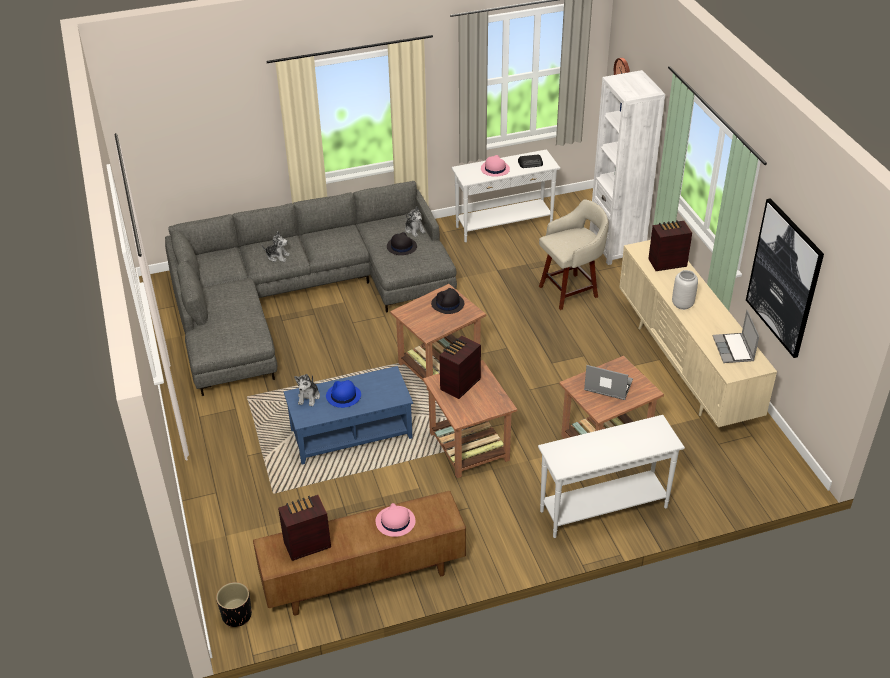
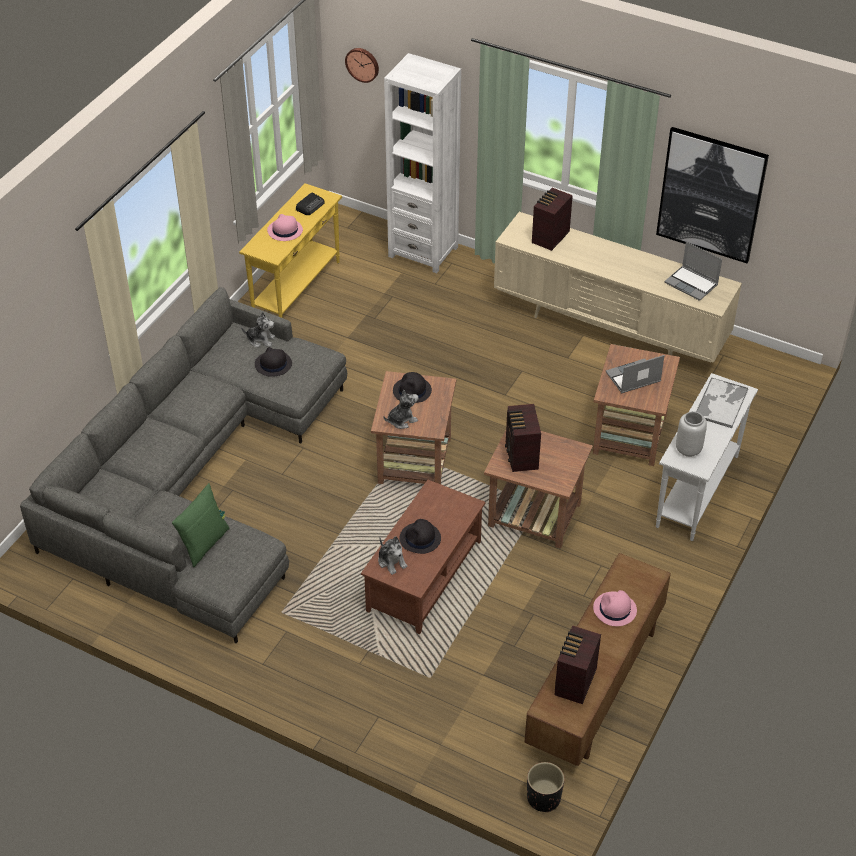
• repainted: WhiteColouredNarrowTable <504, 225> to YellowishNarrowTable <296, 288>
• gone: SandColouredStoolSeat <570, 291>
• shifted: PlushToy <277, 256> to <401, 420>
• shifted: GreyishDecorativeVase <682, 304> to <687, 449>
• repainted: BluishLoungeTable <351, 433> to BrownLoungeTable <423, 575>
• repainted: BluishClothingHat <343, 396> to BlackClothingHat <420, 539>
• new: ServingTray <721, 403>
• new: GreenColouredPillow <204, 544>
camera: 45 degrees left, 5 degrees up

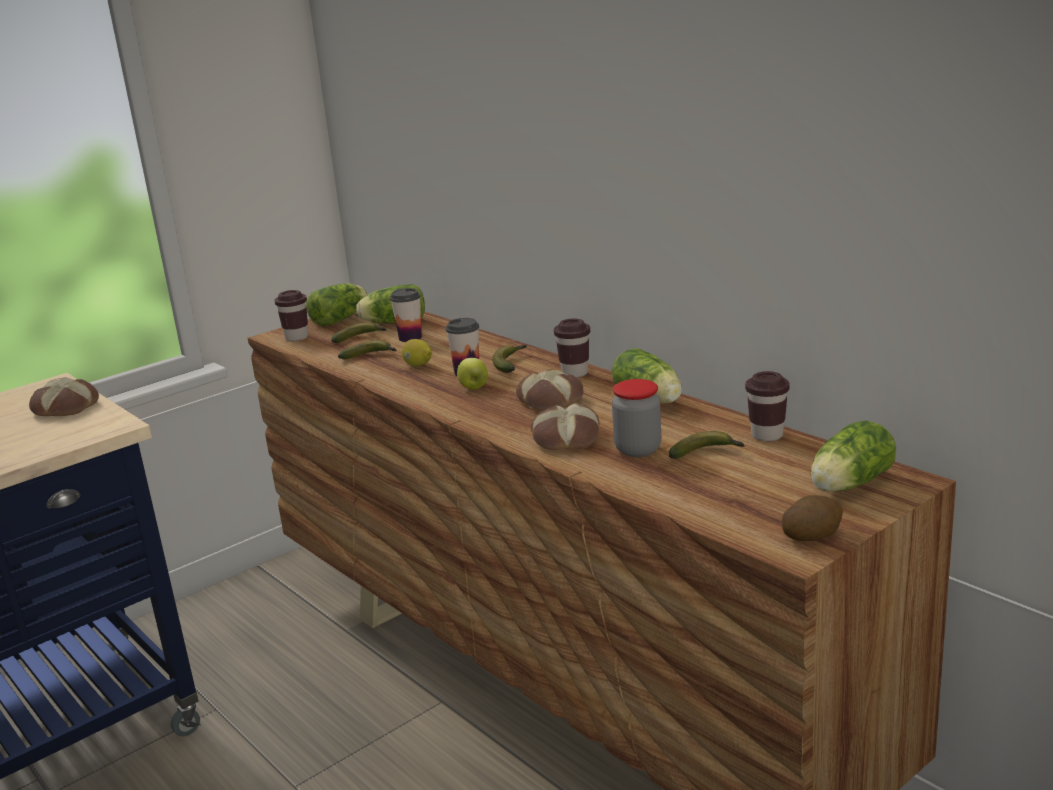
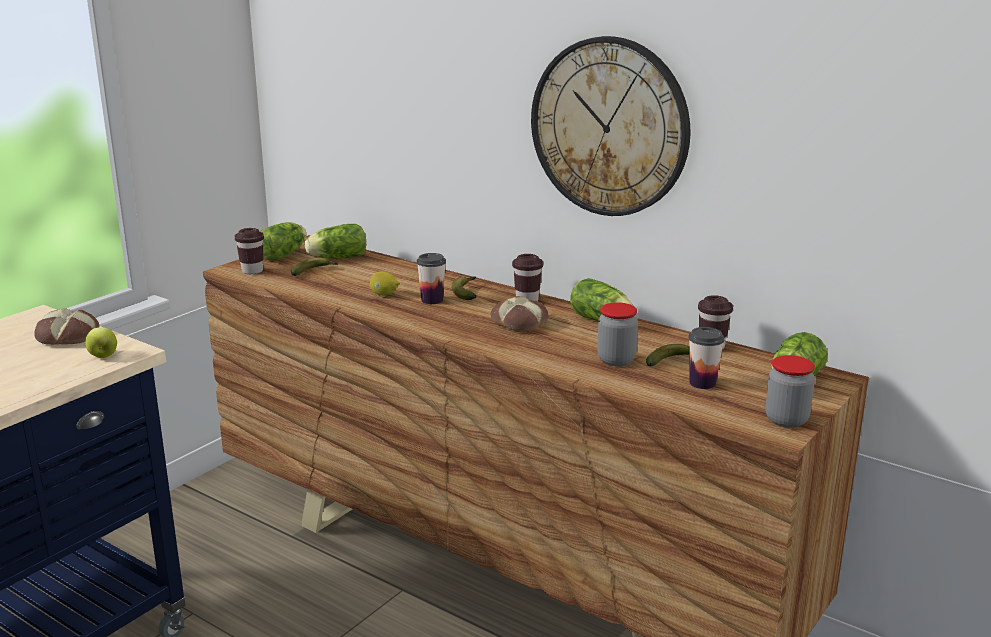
• shifted: DrinkingCup <410, 338> to <702, 383>
• gone: BananaFruit <370, 356>
• shifted: WholeApple <473, 388> to <103, 356>
• gone: BakeryBread <565, 438>
• swapped: Spud <812, 535> to PreserveJar <786, 420>
• new: WallClock <609, 127>
camera: 15 degrees left, 0 degrees up

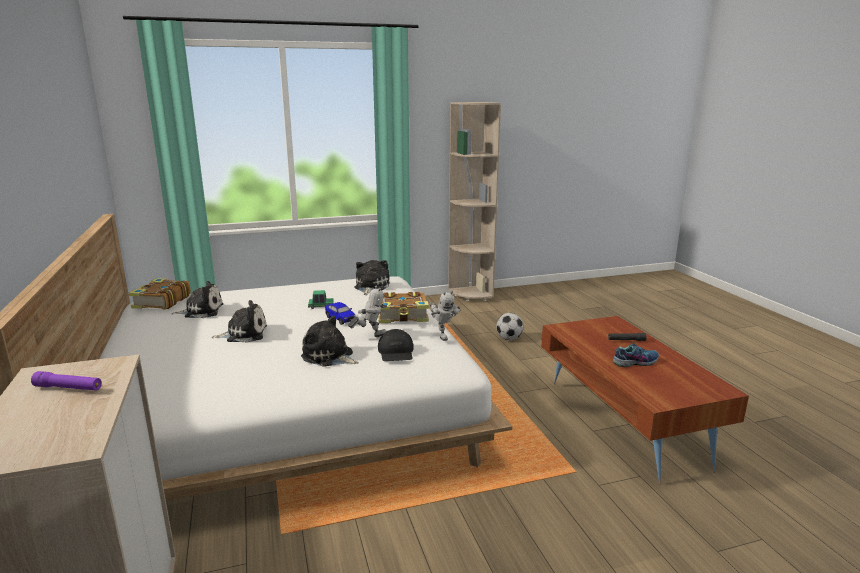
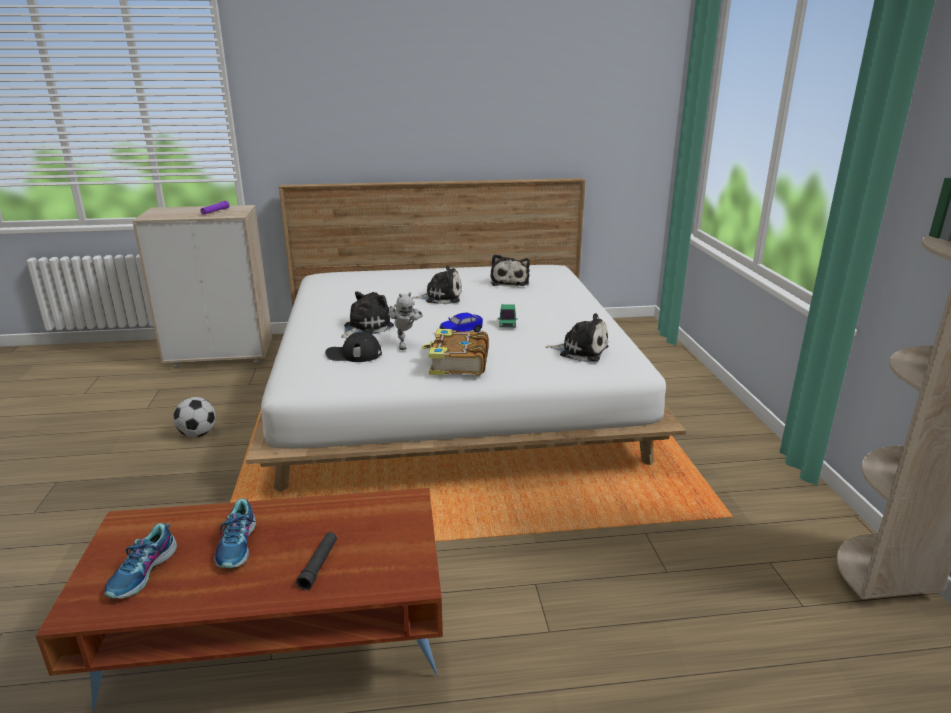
• gone: Volume <161, 302>
• gone: RobotFigure <443, 335>
• rotated: PlushToy <244, 334> = <441, 297> 90 degrees counterclockwise
• shifted: FootballBall <509, 338> to <198, 434>
• new: Shoe <143, 572>
camera: 100 degrees right, 5 degrees up

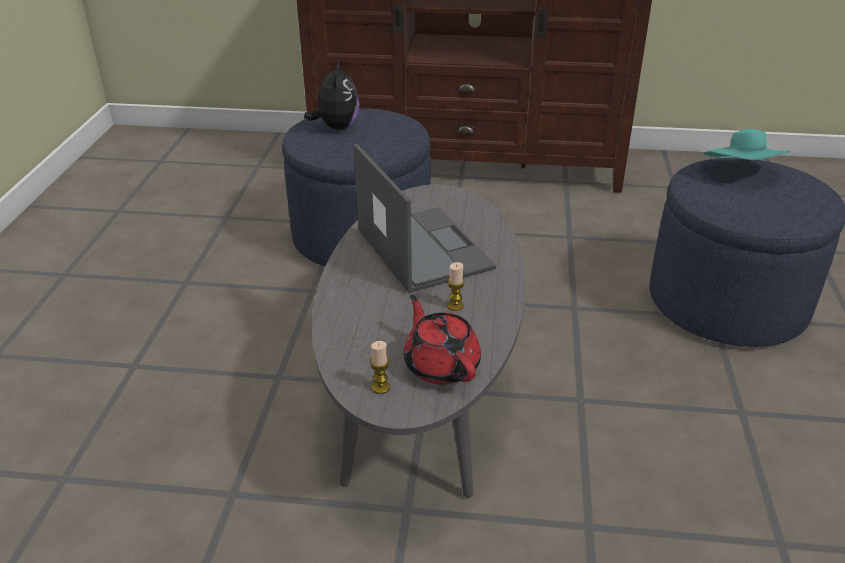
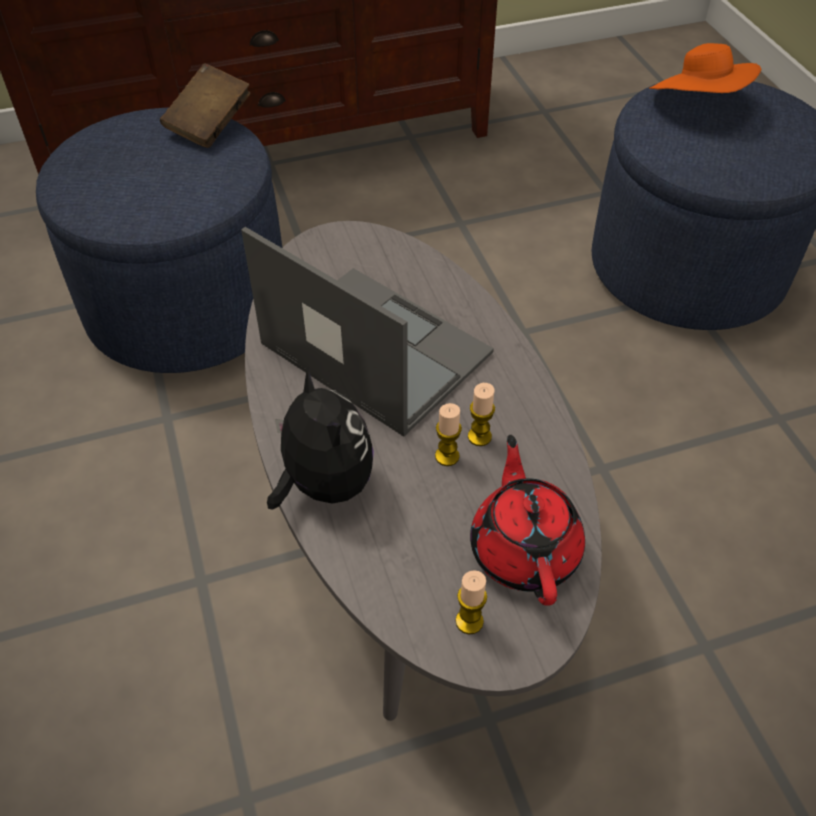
• shifted: PlushToy <336, 127> to <323, 484>
• repainted: TurquoiseClothingHat <742, 173> to OrangeyClothingHat <698, 104>
• rotated: ReddishPotForTea <441, 365> = <524, 548> 45 degrees clockwise
• new: BrownVolume <209, 125>
• new: WaxCandle <447, 456>
camera: 25 degrees left, 15 degrees up

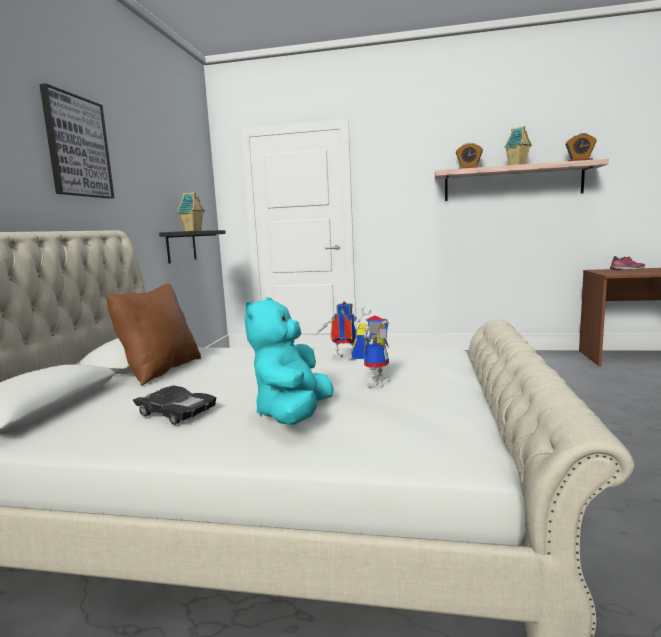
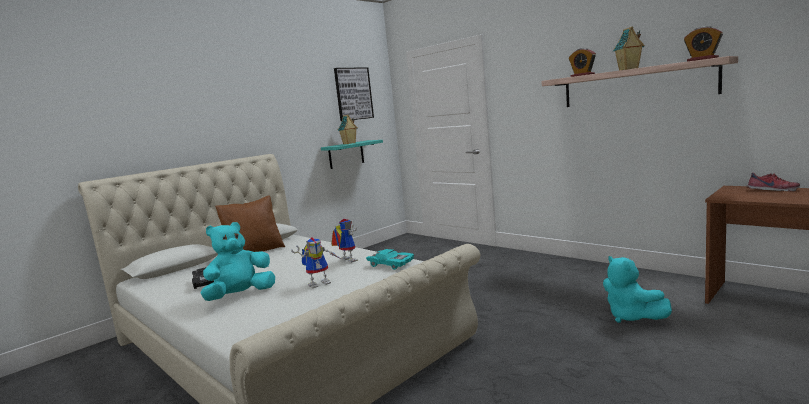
• shifted: WallArt <77, 147> to <353, 94>
• repainted: BlackBracketShelf <181, 246> to TurquoiseBracketShelf <346, 154>
• new: TurquoiseModelCar <390, 264>
• new: TurquoisePlushToy <631, 317>
camera: 35 degrees right, 0 degrees up

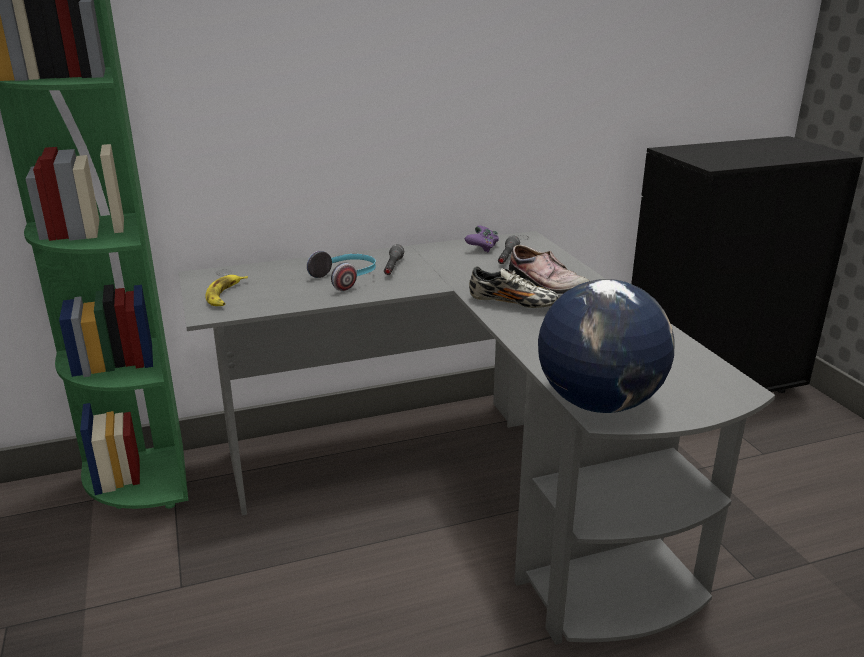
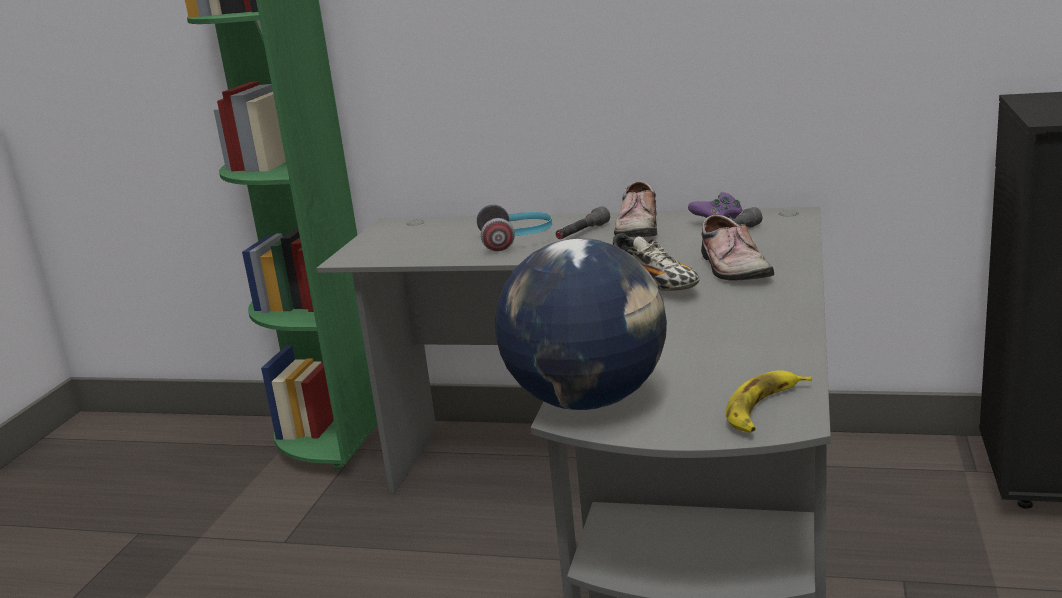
• shifted: BananaFruit <225, 295> to <764, 409>
• new: Shoe <636, 227>
camera: 35 degrees right, 5 degrees down

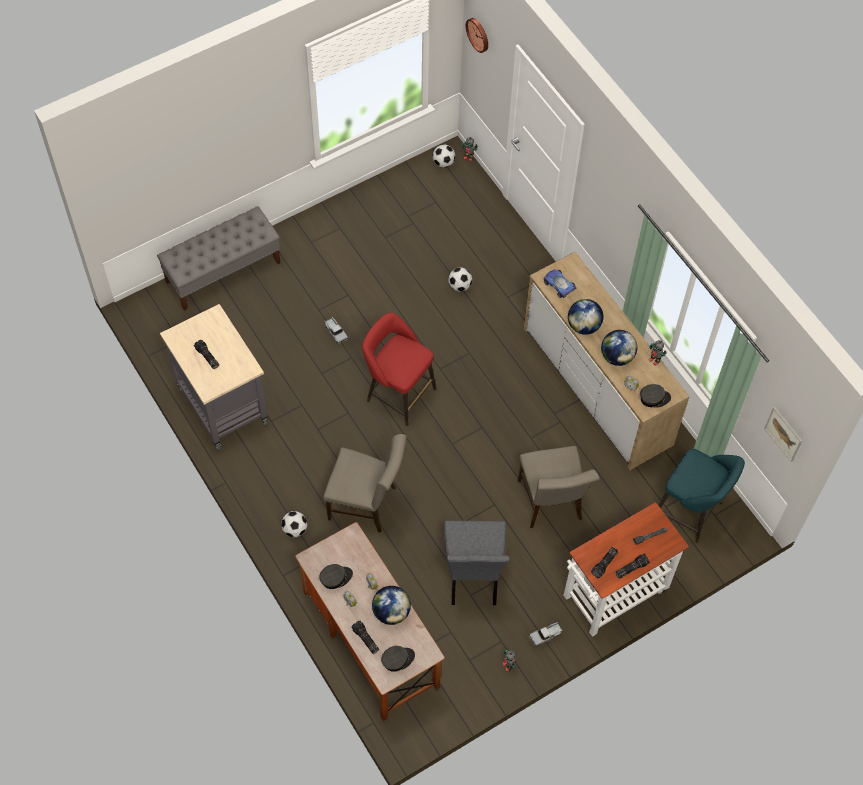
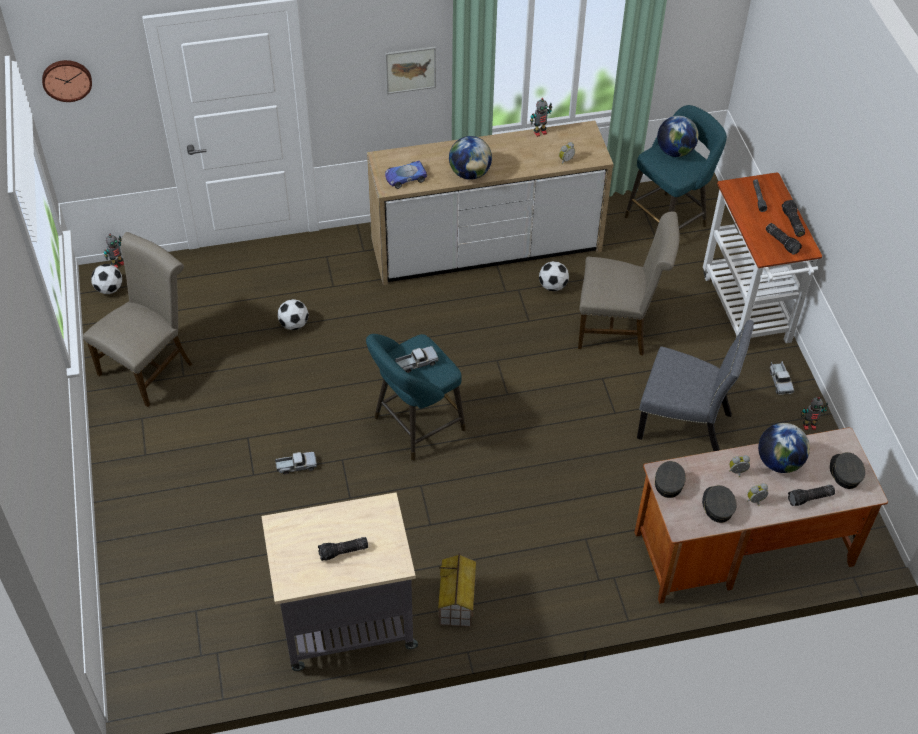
• gone: GreyishIndoorBench <223, 272>
• repainted: ReddishStoolSeat <398, 393> to TurquoiseStoolSeat <415, 426>
• shifted: WorldGlobe <617, 356> to <675, 151>
• shifted: GreyishBaseballCap <654, 398> to <668, 482>
• shifted: WallArt <784, 433> to <410, 69>
• shifted: SandColouredChair <367, 503> to <150, 366>
• shifted: FootballBall <295, 529> to <553, 286>
• new: ToyTruck <416, 363>
• new: MiniatureHouse <457, 602>
camera: 70 degrees left, 10 degrees down

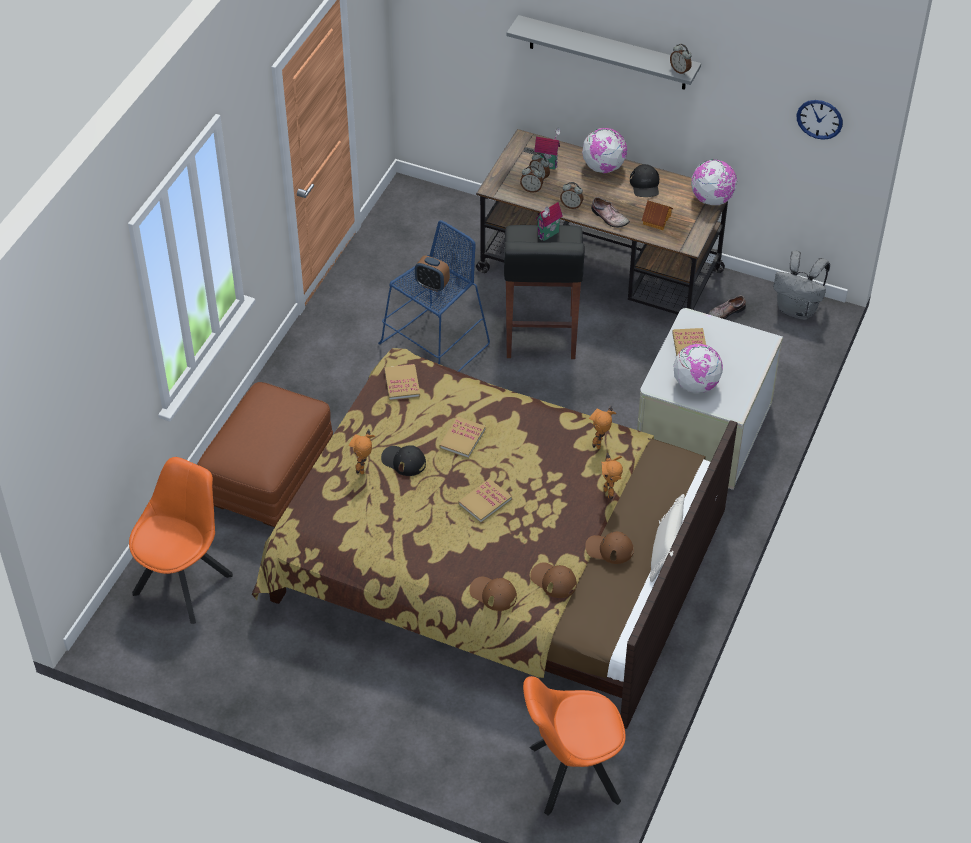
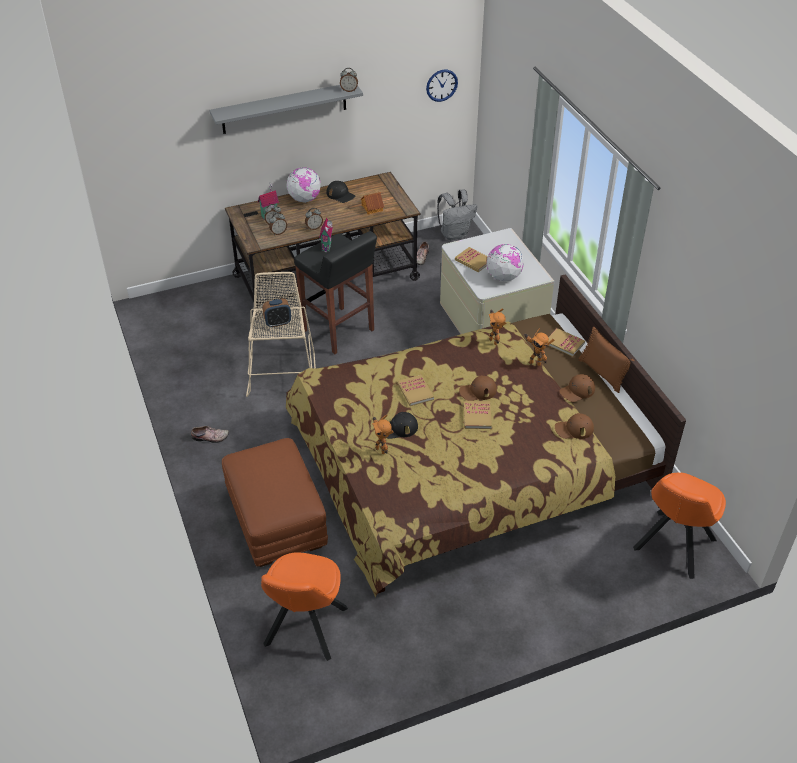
• gone: WorldGlobe <712, 199>
• shifted: Shoe <608, 218> to <210, 438>
• repainted: BluishStoolSeat <434, 346> to SandColouredStoolSeat <283, 376>
• shifted: Volume <402, 383> to <564, 343>
• rotated: OrangeyChair <184, 582> = <305, 628> 150 degrees counterclockwise
• repainted: WhiteColouredPillow <665, 553> to BrownPillow <603, 373>
• shifted: BrownBaseballCap <493, 594> to <478, 391>
camera: 45 degrees left, 5 degrees down

